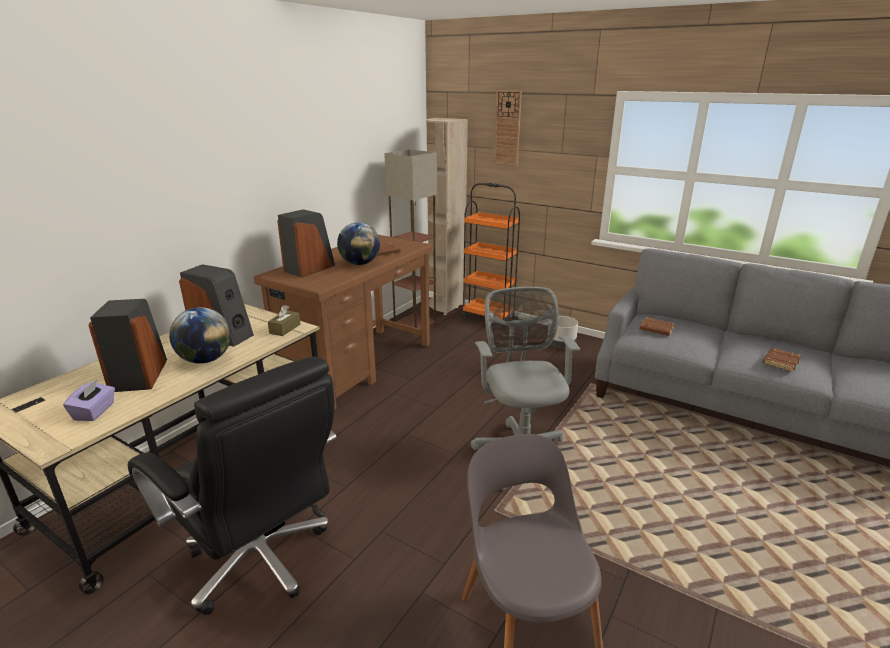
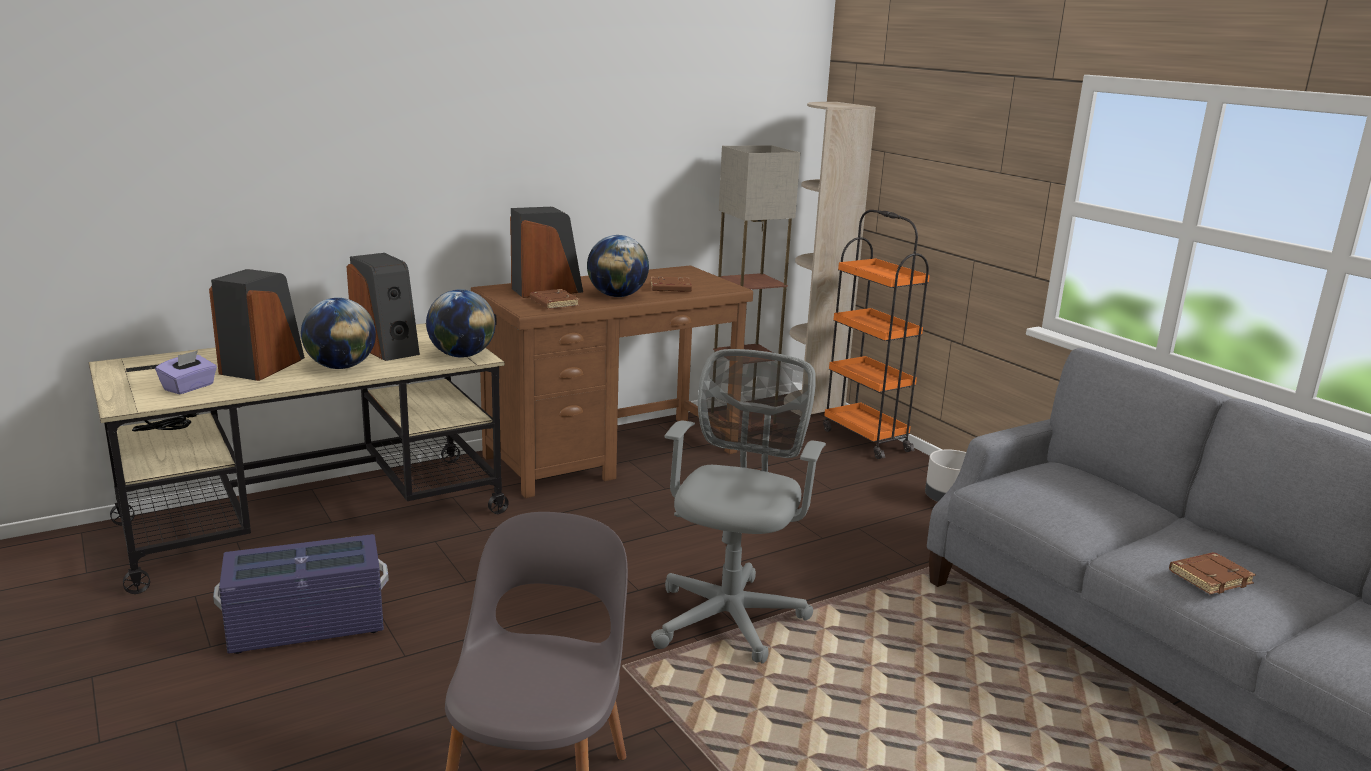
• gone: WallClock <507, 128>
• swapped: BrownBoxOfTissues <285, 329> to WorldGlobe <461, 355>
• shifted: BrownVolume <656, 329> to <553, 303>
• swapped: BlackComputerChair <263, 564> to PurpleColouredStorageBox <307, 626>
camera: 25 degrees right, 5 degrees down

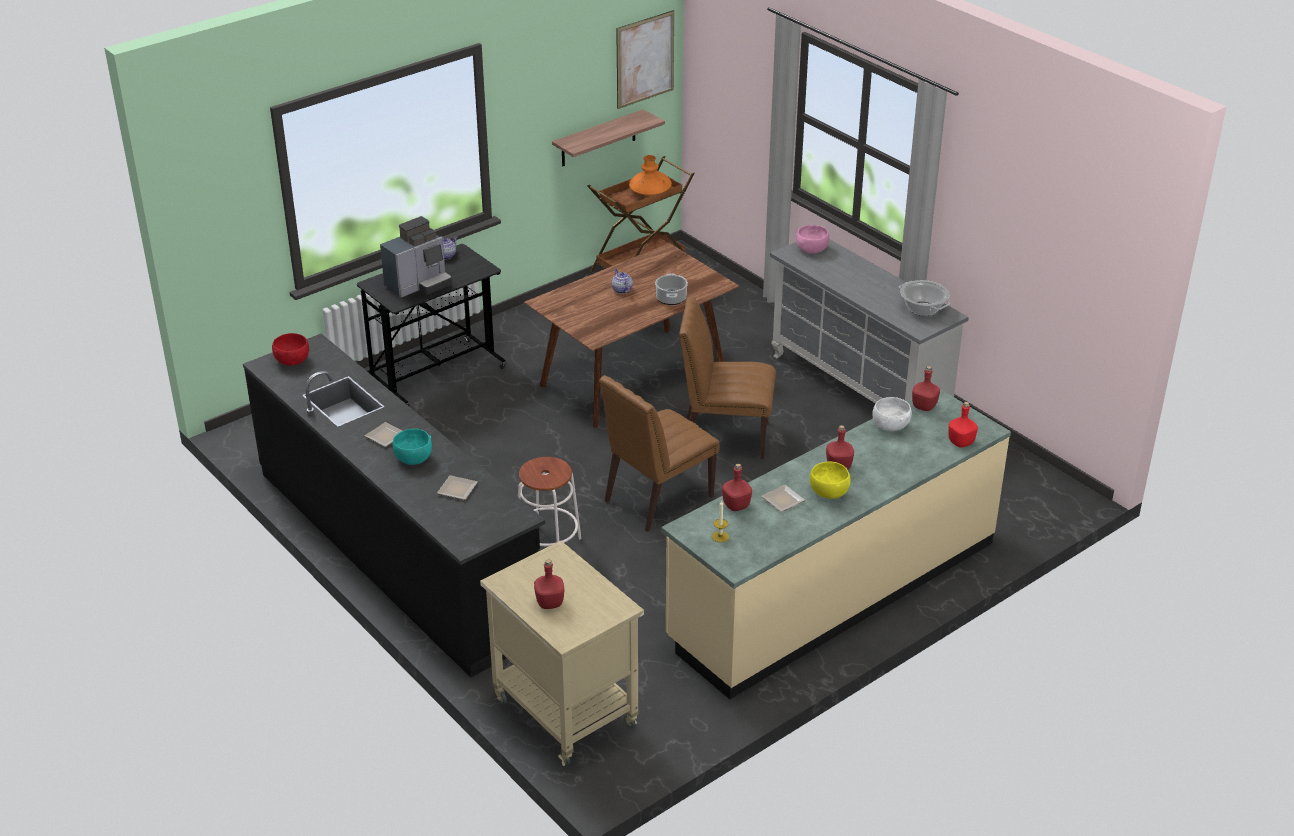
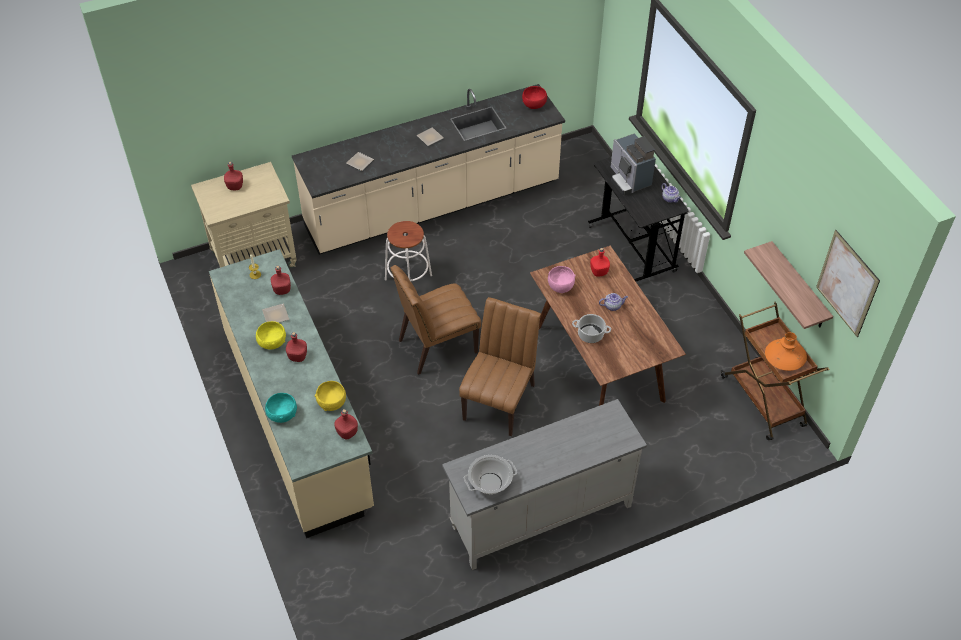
• shifted: PinkServingBowl <812, 249> to <560, 286>
• repainted: BlackKitchenCounter <397, 550> to SandColouredKitchenCounter <433, 206>
• rotated: BrownChair <659, 498> = <438, 346> 90 degrees counterclockwise
• repainted: WhiteColouredServingBowl <890, 426> to YellowishServingBowl <331, 402>
• shifted: ReddishDrinkBottle <960, 442> to <598, 271>
• shifted: TurquoiseServingBowl <413, 459> to <282, 415>
camera: 105 degrees right, 15 degrees up

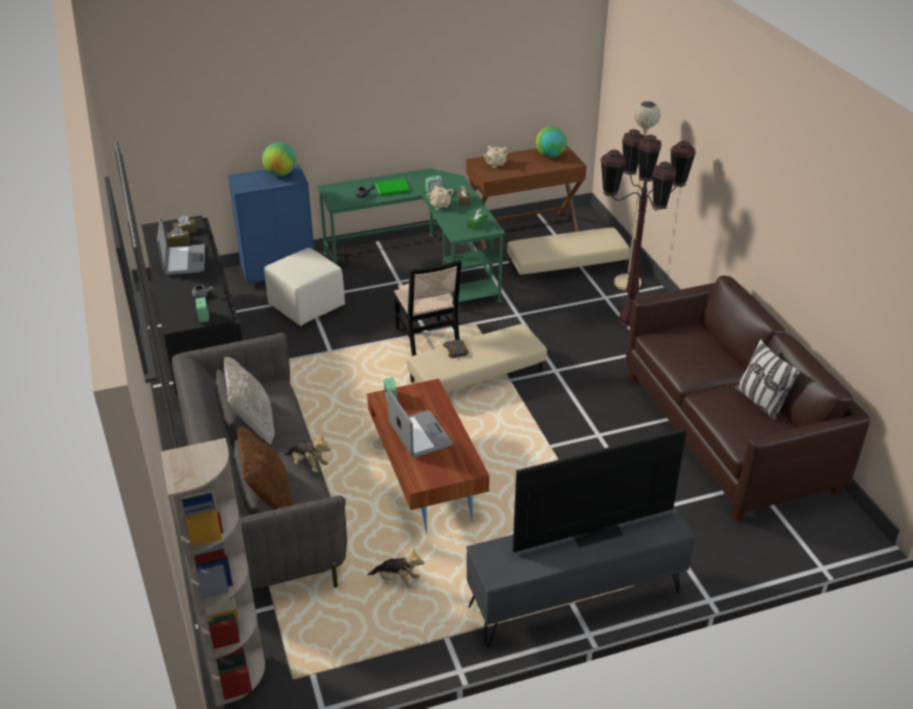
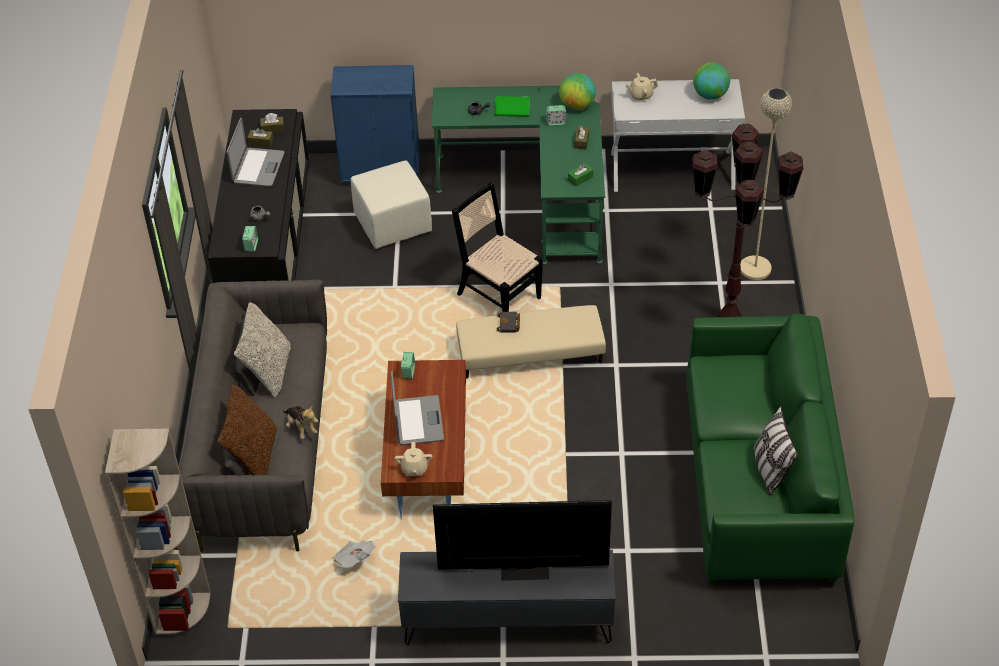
• shifted: WorldGlobe <280, 174> to <577, 106>
• repainted: BrownNarrowTable <523, 231> to WhiteColouredNarrowTable <672, 170>
• shifted: SandColouredPotForTea <440, 205> to <414, 469>
• gone: SandColouredPouffe <566, 267>
• rotated: Chair <427, 340> = <499, 296> 135 degrees clockwise
• repainted: BrownSettee <727, 432> to GreenColouredSettee <759, 483>
• swapped: PlushToy <397, 580> to PrintedPaper <354, 559>
camera: 20 degrees right, 10 degrees up

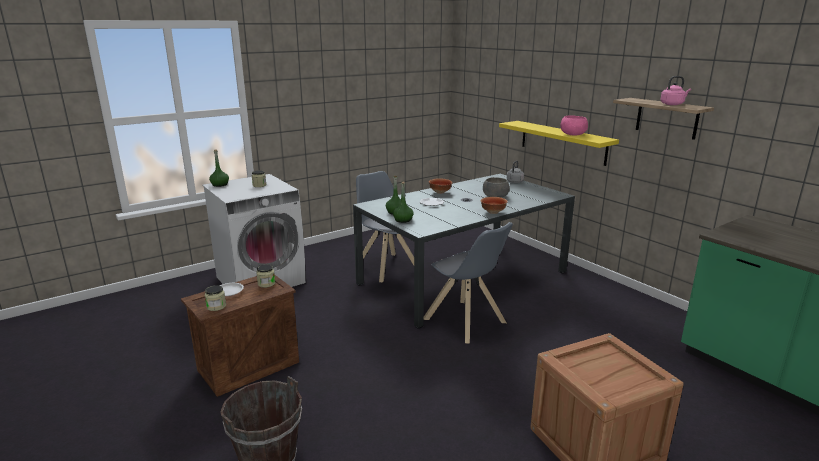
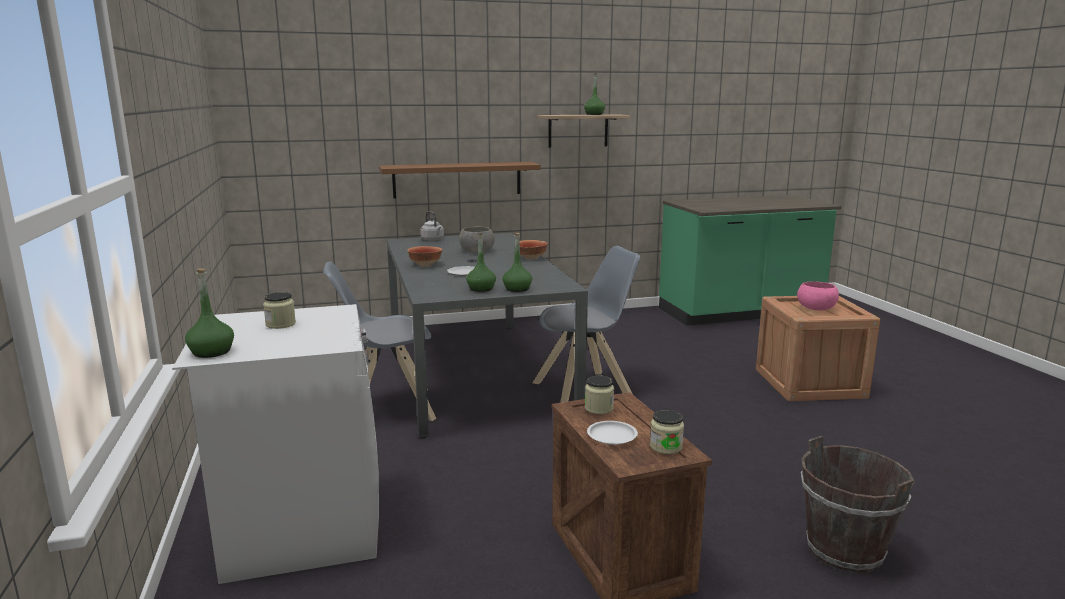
• swapped: PinkTeaKettle <673, 104> to GreenColouredDrinkBottle <594, 114>
• shifted: PinkServingBowl <573, 134> to <816, 308>
• repainted: YellowishBracketShelf <562, 142> to BrownBracketShelf <457, 179>
camera: 70 degrees left, 5 degrees down

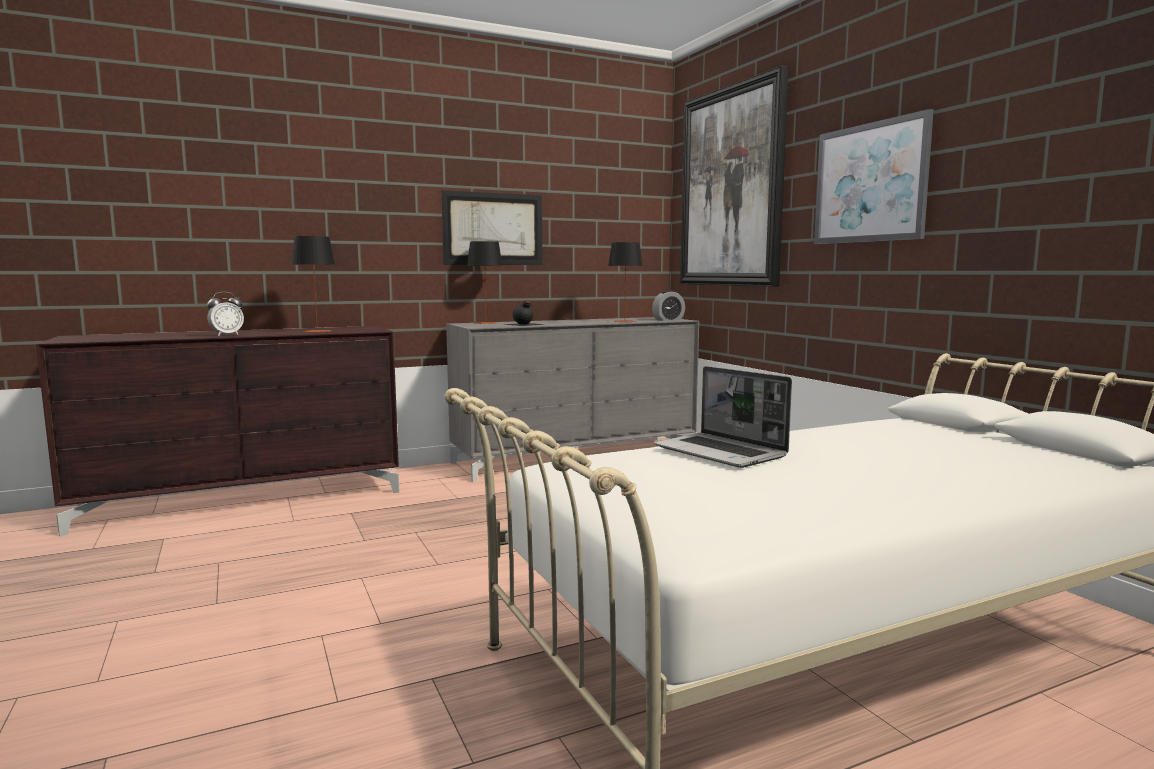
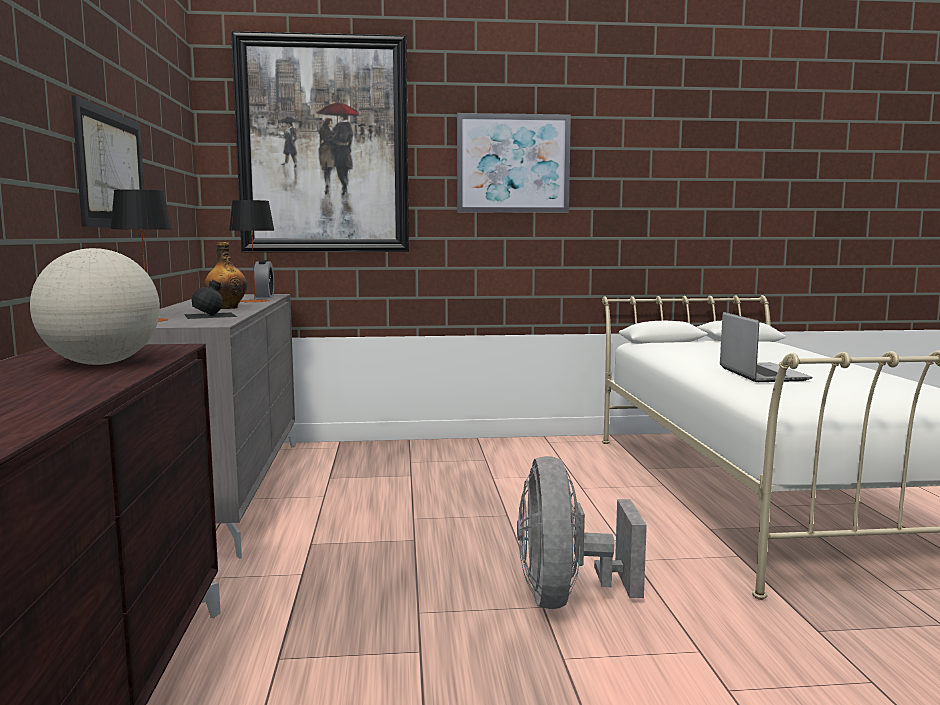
• swapped: TabletopLamp <317, 331> to WorldGlobe <101, 364>
• gone: TableClock <226, 335>
• rotated: NotebookComputer <721, 452> = <761, 374> 75 degrees counterclockwise
• new: DrinkBottle <227, 308>
• new: GreyishCoolingFan <566, 597>
camera: 70 degrees left, 0 degrees up

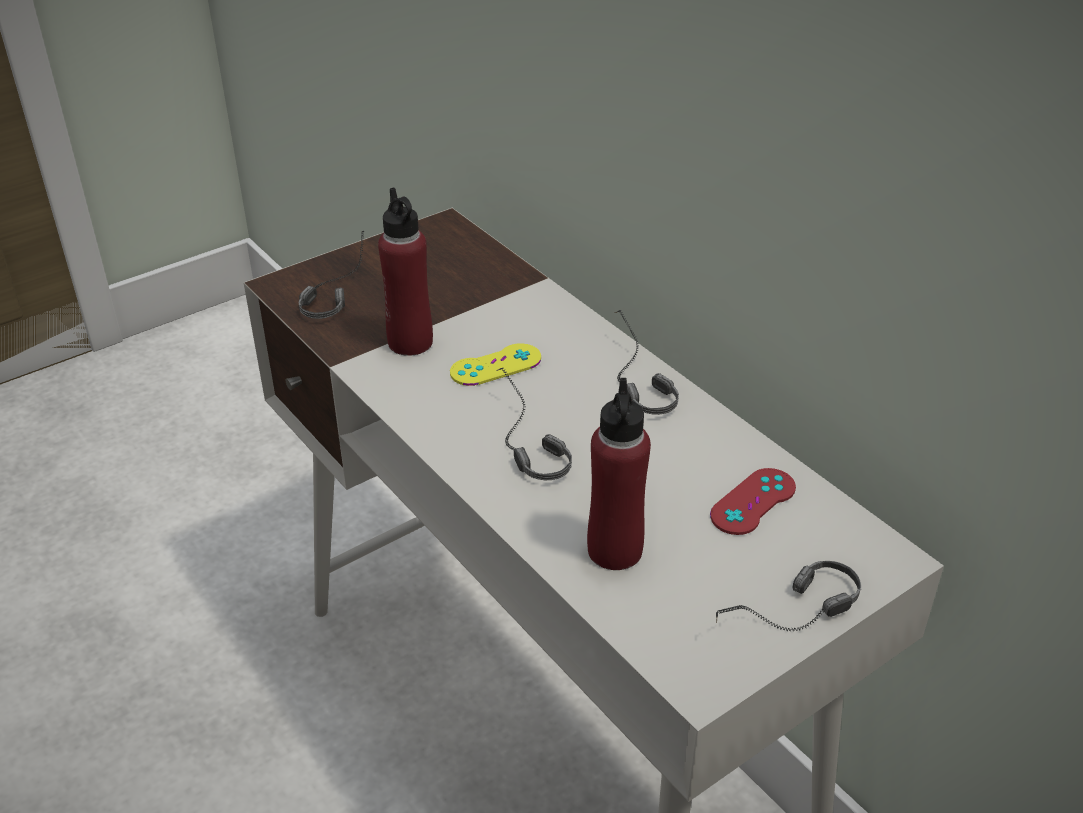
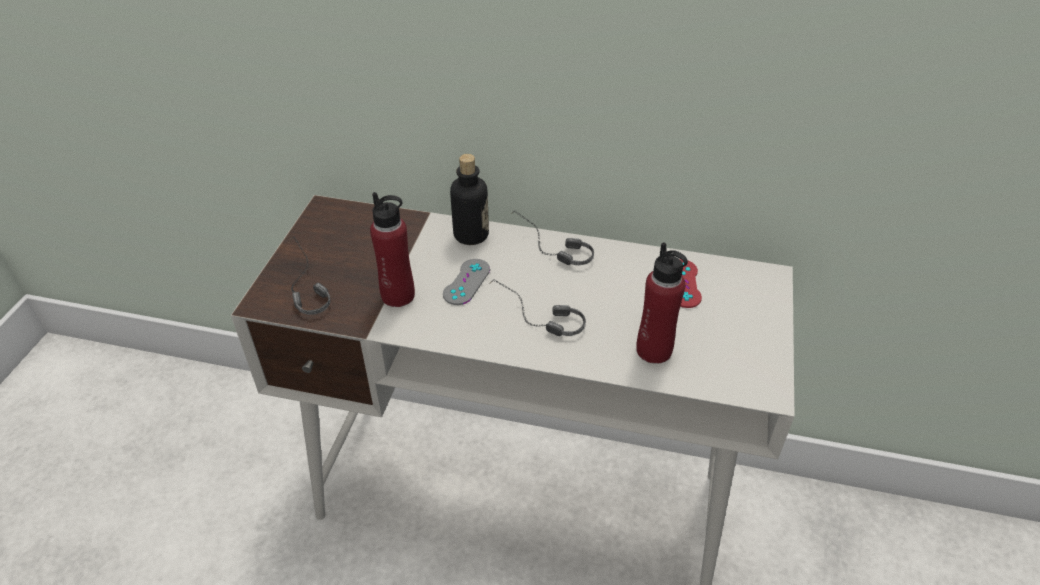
• repainted: YellowishGamepad <495, 365> to GreyishGamepad <466, 282>
• gone: Headphones <790, 619>
• new: DrinkBottle <471, 235>
camera: 40 degrees left, 5 degrees up

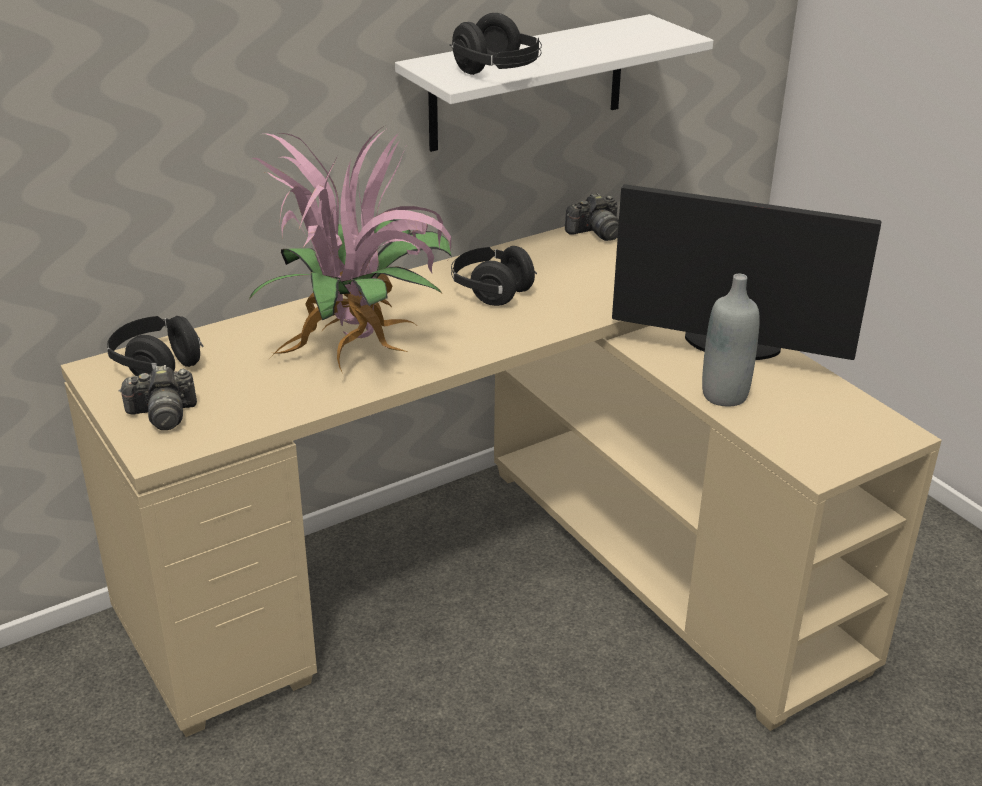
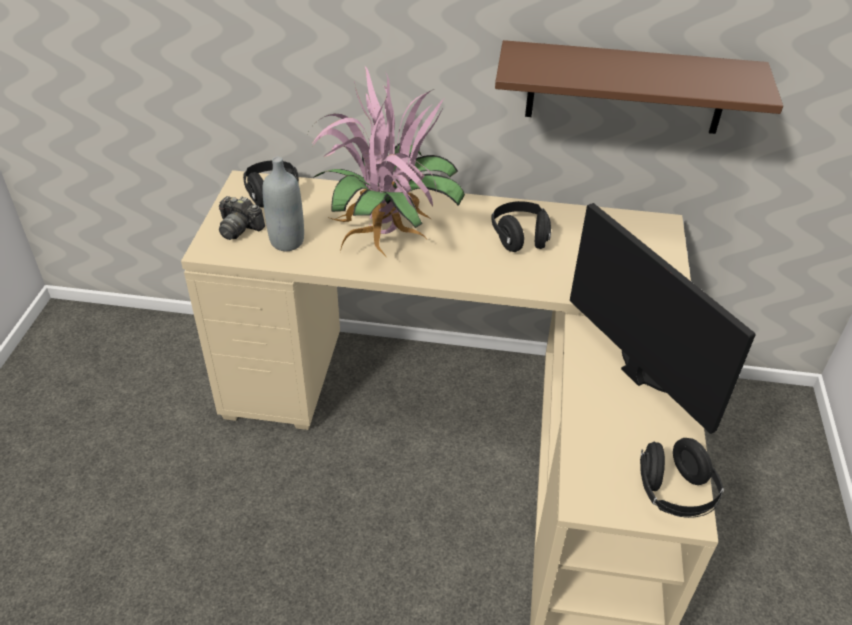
• shifted: BlackHeadphones <497, 72> to <674, 493>
• repainted: WhiteColouredBracketShelf <527, 83> to BrownBracketShelf <626, 88>
• gone: StillCamera <595, 232>
• shifted: GreyishDrinkBottle <724, 395> to <287, 241>
camera: 40 degrees right, 10 degrees up

